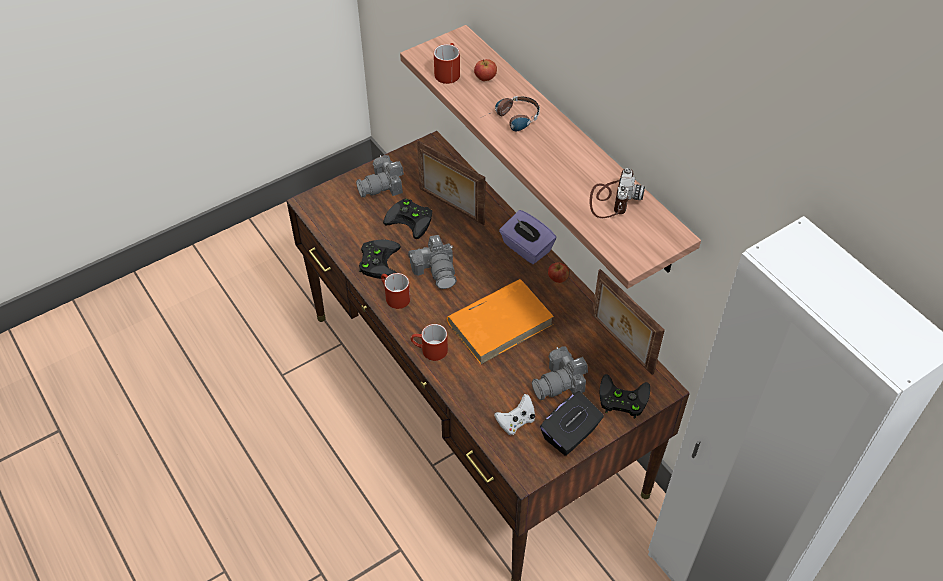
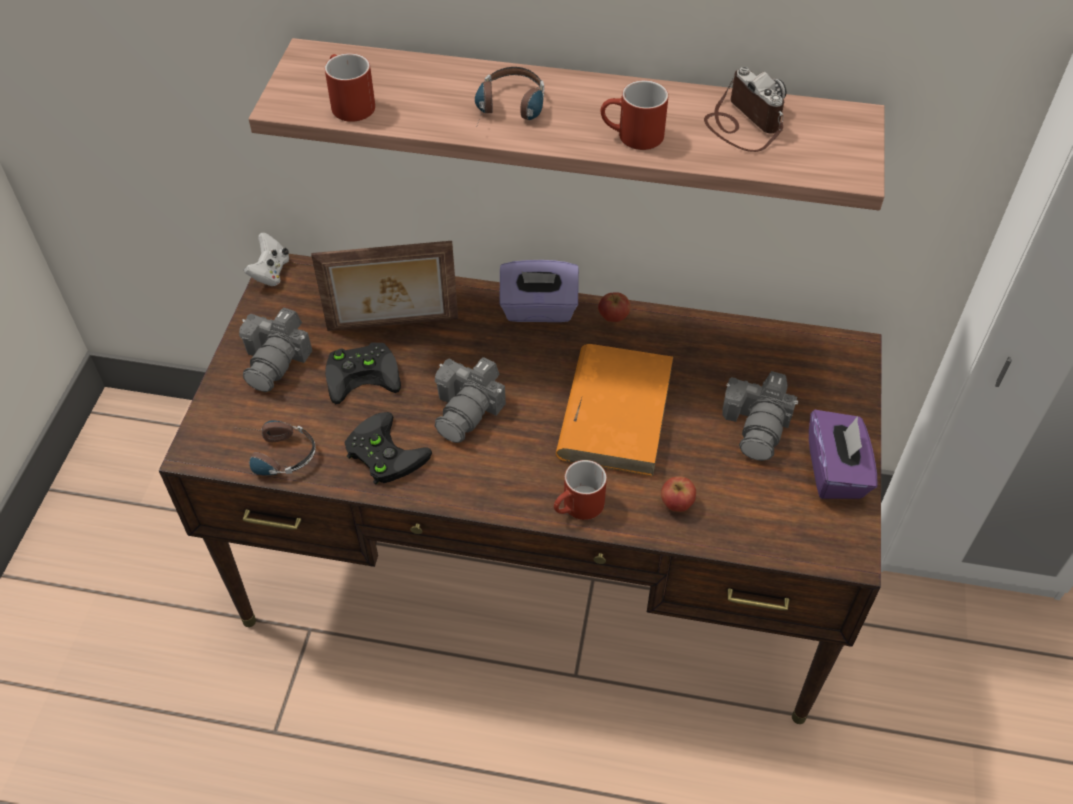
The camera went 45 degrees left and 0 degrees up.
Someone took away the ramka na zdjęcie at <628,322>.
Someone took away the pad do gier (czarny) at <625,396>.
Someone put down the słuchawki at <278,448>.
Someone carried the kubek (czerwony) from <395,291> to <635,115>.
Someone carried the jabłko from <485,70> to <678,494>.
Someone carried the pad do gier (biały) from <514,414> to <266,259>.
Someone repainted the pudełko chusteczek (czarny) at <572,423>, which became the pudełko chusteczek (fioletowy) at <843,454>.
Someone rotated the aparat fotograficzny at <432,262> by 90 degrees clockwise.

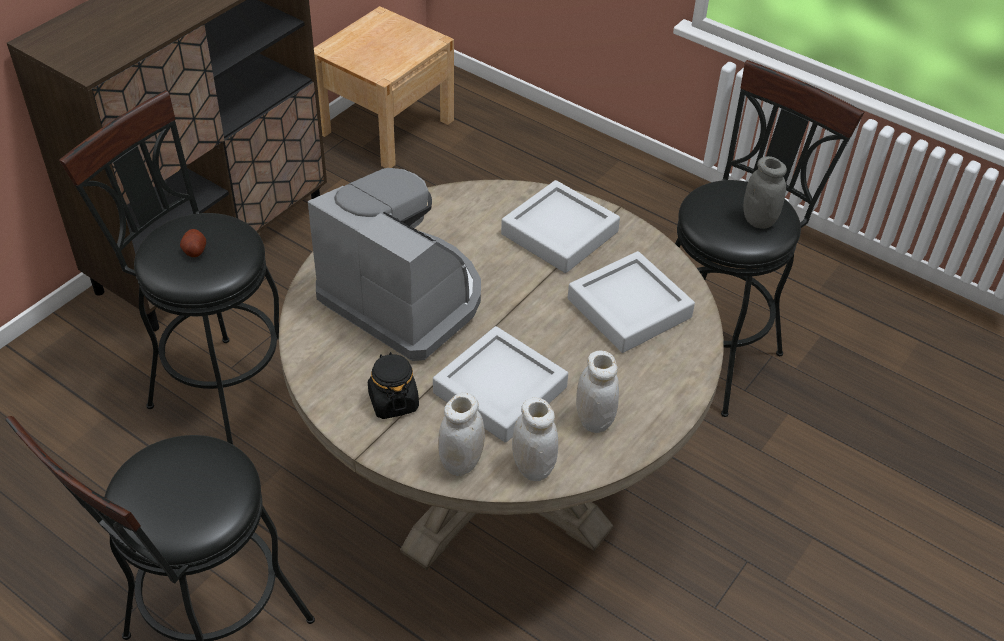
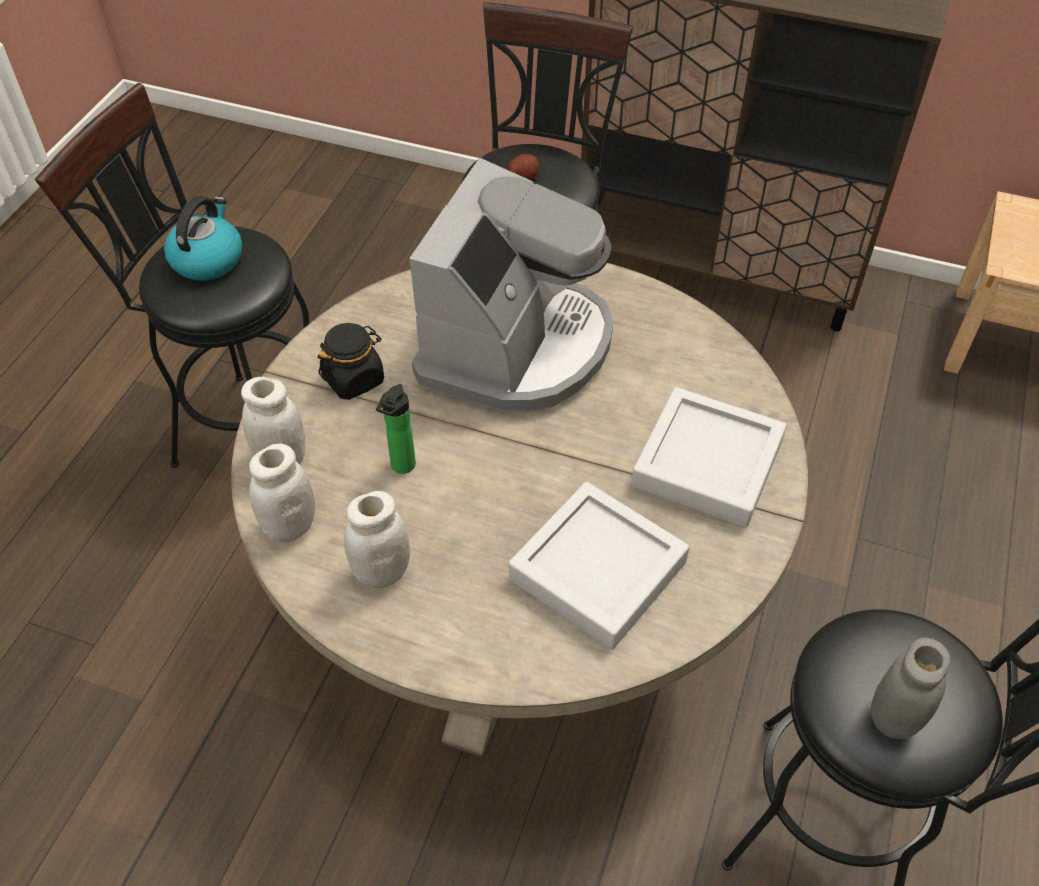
The camera went 75 degrees right and 5 degrees up.
Someone put down the czajnik at <203,238>.
Someone swapped the taca (szary) at <500,384> for the butelka at <396,429>.

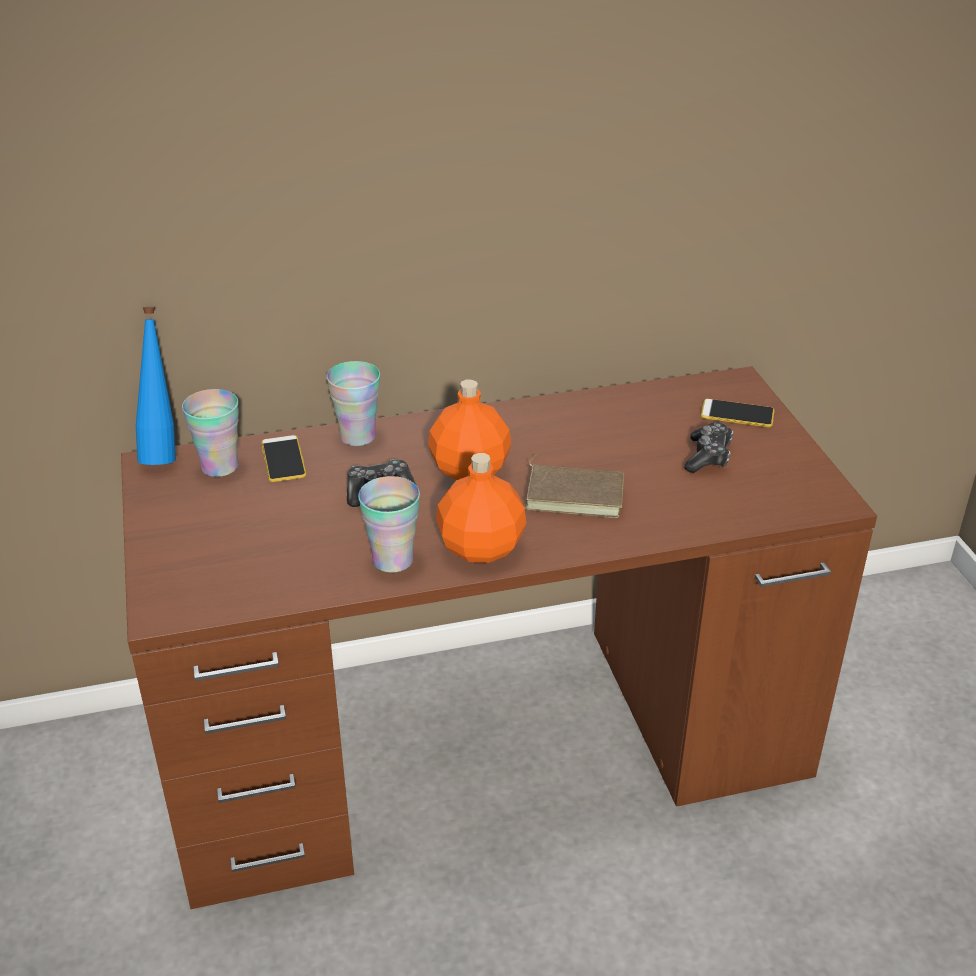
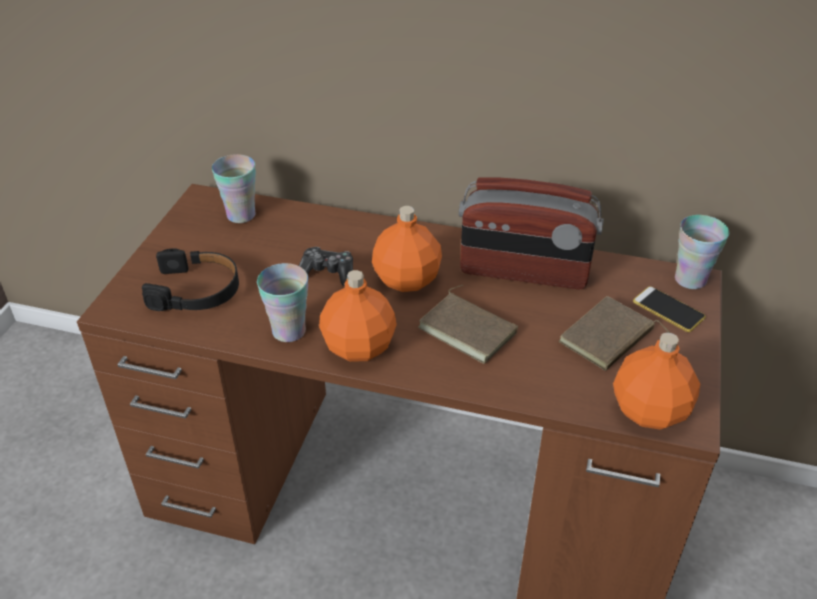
The camera went 30 degrees right and 5 degrees up.
Someone took away the butelka (niebieski) at <156,386>.
Someone took away the telefon at <284,458>.
Someone put down the słuchawki (czarny) at <190,279>.
Someone put down the radio at <531,233>.
Someone put down the butelka (pomarańczowy) at <656,381>.
Someone carried the filiżanka from <353,403> to <702,252>.
Someone swapped the pad do gier at <709,447> for the książka (brązowy) at <614,333>.

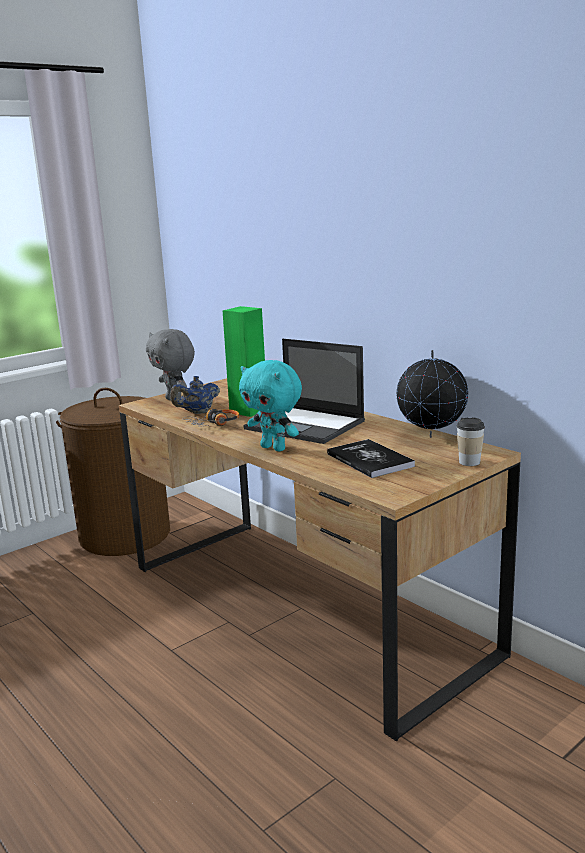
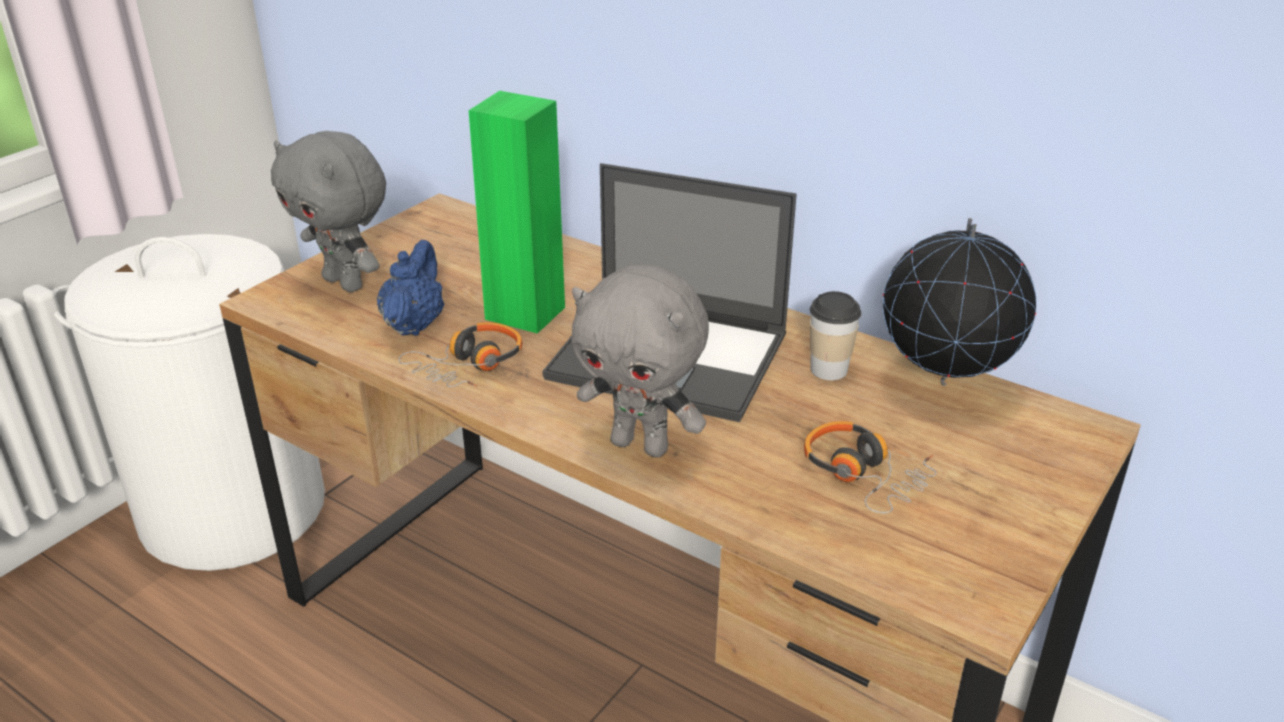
The camera went 15 degrees left and 15 degrees up.
Someone carried the filiżanka from <470,441> to <835,335>.
Someone swapped the książka at <371,458> for the słuchawki at <870,467>.
Someone repainted the kosz na pranie (brązowy) at <113,472>, which became the kosz na pranie (biały) at <188,402>.
Someone repainted the pluszak (turkusowy) at <270,405>, which became the pluszak (szary) at <640,361>.
Someone rotated the imbryk (niebieski) at <195,395> by 150 degrees clockwise.

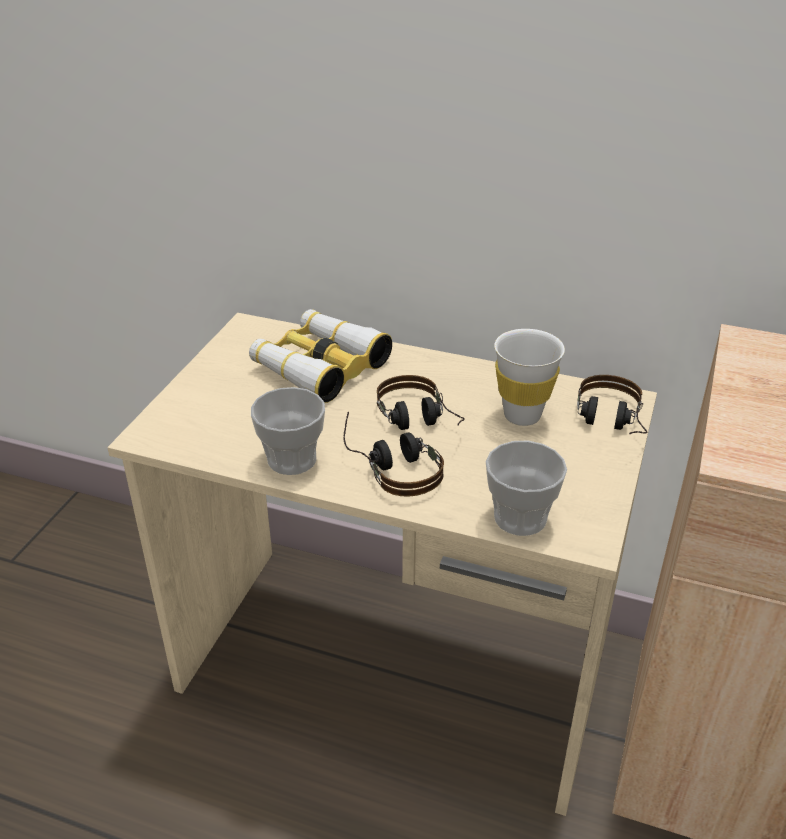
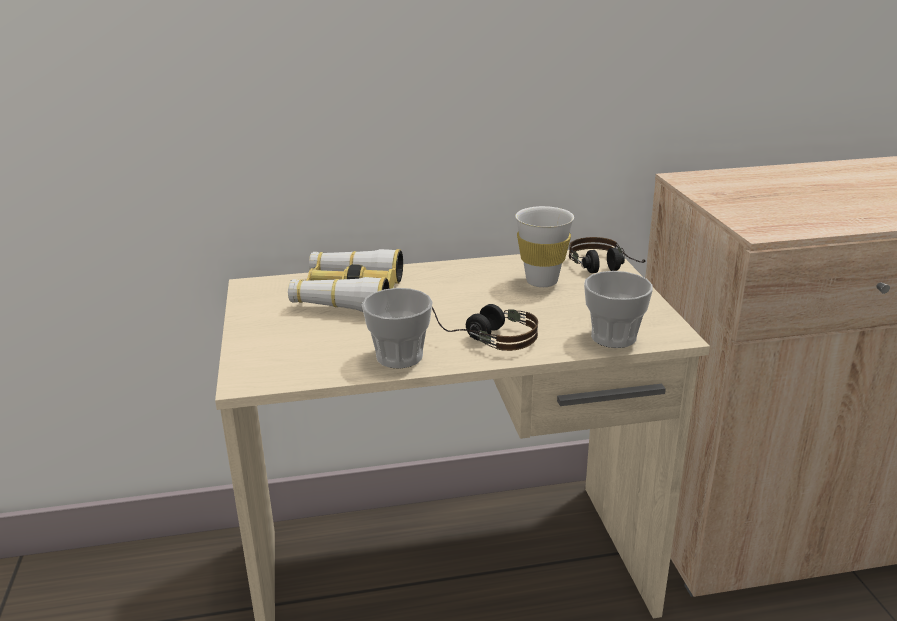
The camera went 30 degrees left and 10 degrees down.
Someone took away the słuchawki at <421,402>.

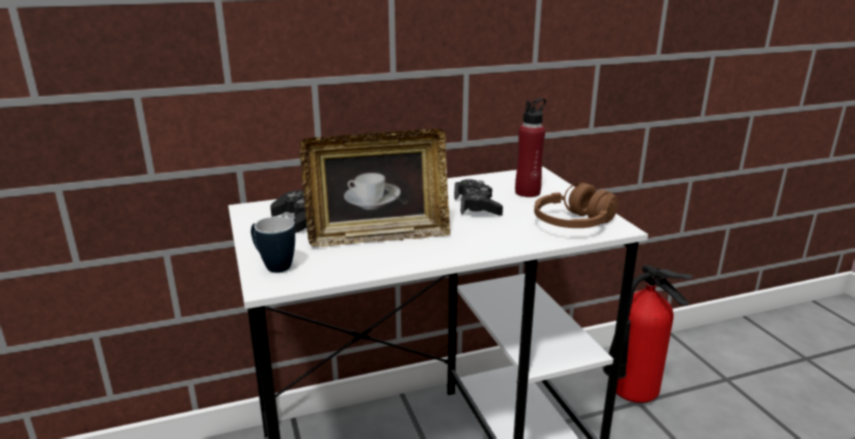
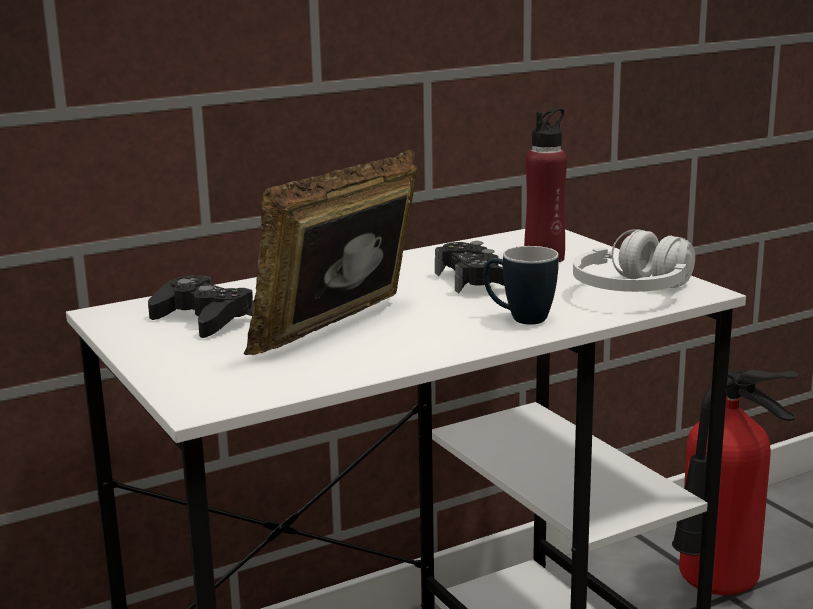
The camera went 10 degrees left and 5 degrees down.
Someone carried the kubek from <273,244> to <521,285>.
Someone repainted the słuchawki (brązowy) at <576,205>, which became the słuchawki (biały) at <634,260>.
Someone rotated the ramka na zdjęcie at <375,188> by 150 degrees clockwise.

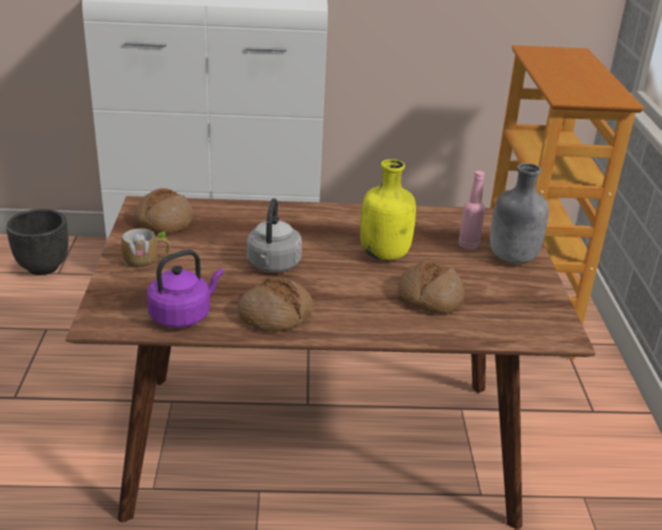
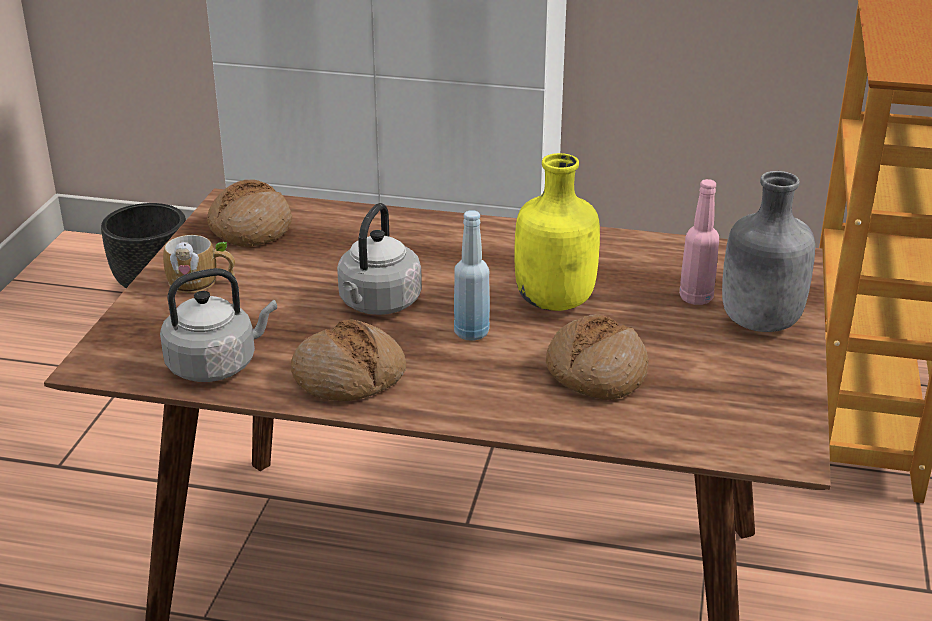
The camera went 15 degrees right and 0 degrees up.
Someone put down the butelka (niebieski) at <472,275>.
Someone repainted the czajnik (fioletowy) at <185,289>, which became the czajnik (szary) at <218,325>.

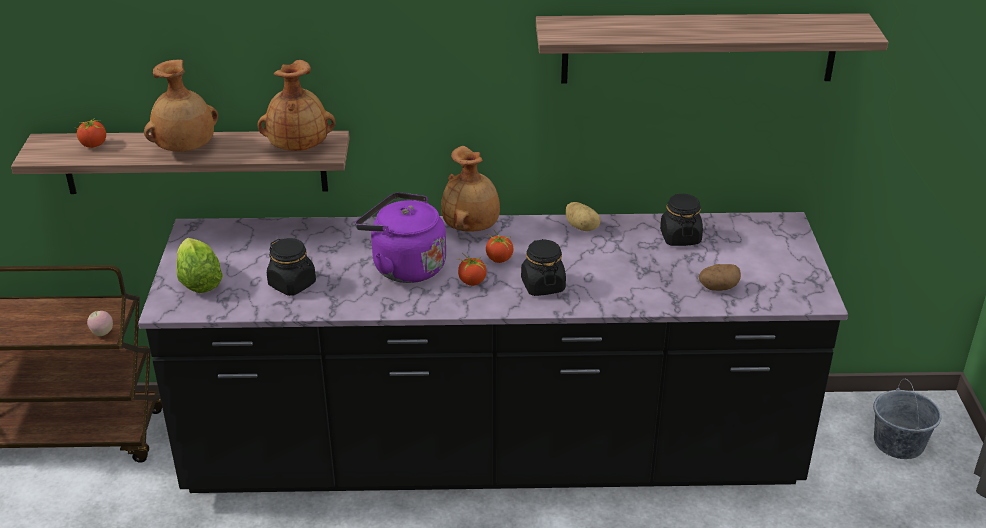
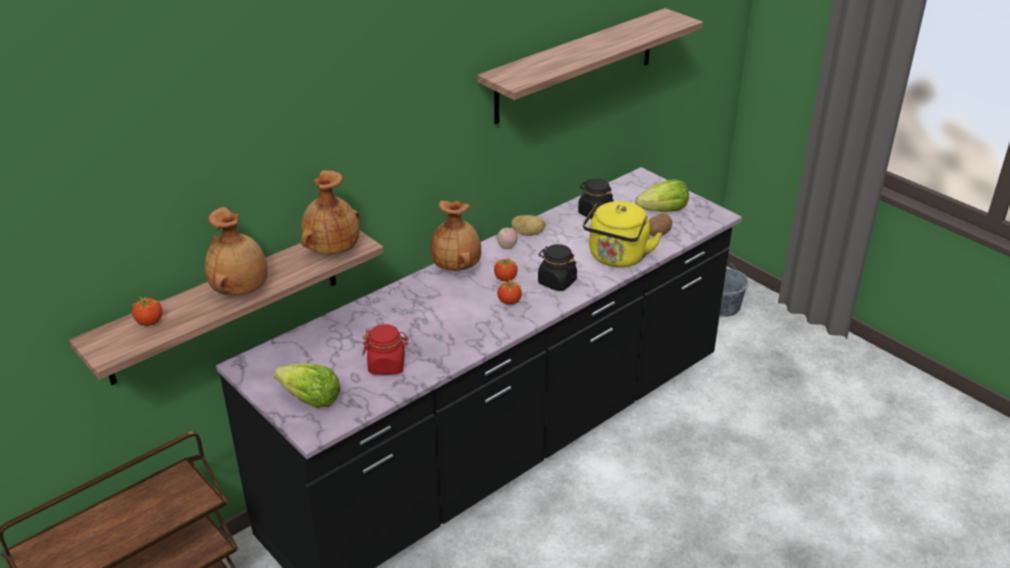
The camera went 40 degrees left and 0 degrees up.
Someone took away the czajnik (fioletowy) at <400,237>.
Someone put down the czajnik (żółty) at <622,234>.
Someone put down the sałata at <662,195>.
Someone carried the jabłko from <100,323> to <507,238>.
Someone repainted the słoik (czarny) at <291,267>, which became the słoik (czerwony) at <386,349>.

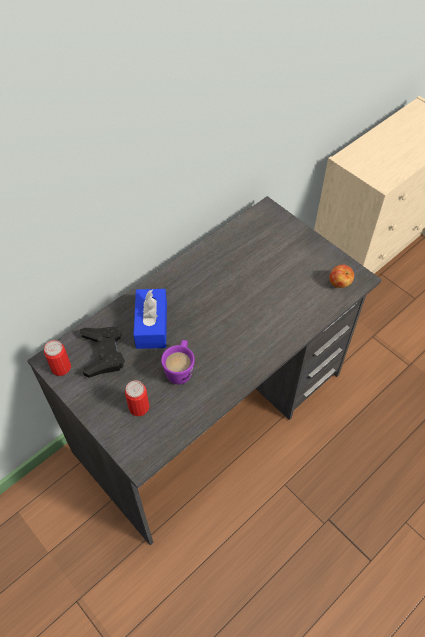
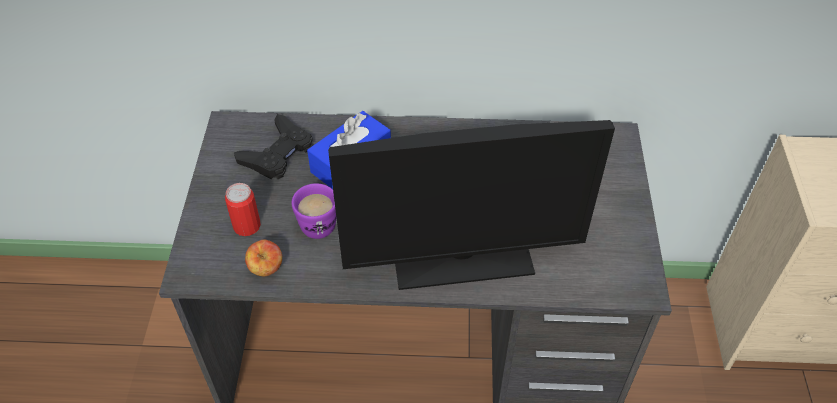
The camera went 45 degrees right and 5 degrees down.
Someone took away the puszka at <57,358>.
Someone put down the monitor at <471,205>.
Someone carried the jabłko from <342,276> to <263,258>.

